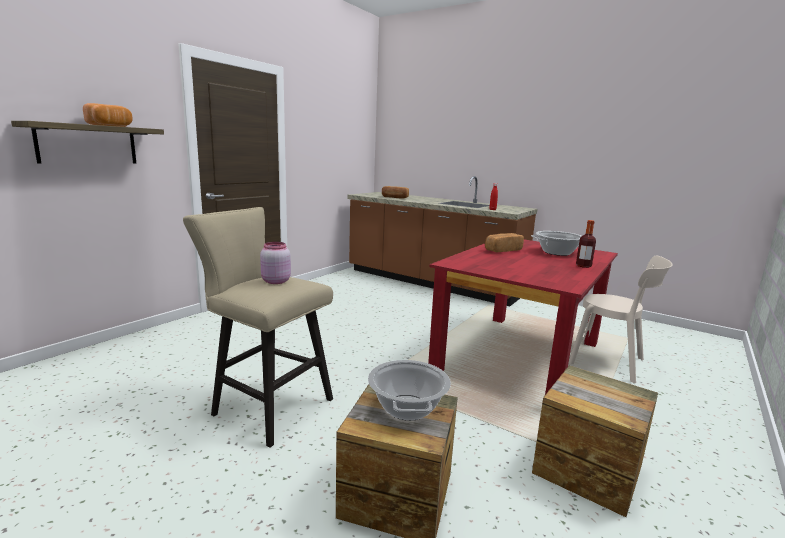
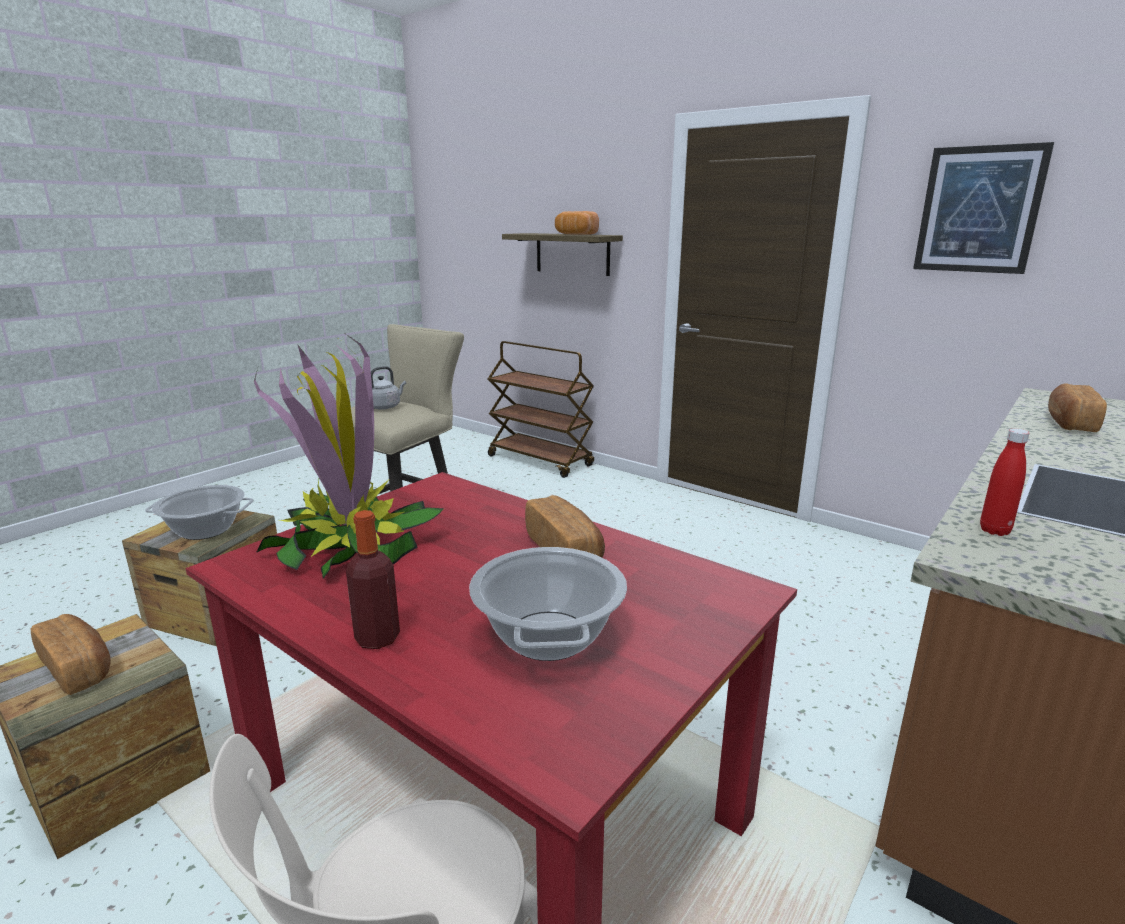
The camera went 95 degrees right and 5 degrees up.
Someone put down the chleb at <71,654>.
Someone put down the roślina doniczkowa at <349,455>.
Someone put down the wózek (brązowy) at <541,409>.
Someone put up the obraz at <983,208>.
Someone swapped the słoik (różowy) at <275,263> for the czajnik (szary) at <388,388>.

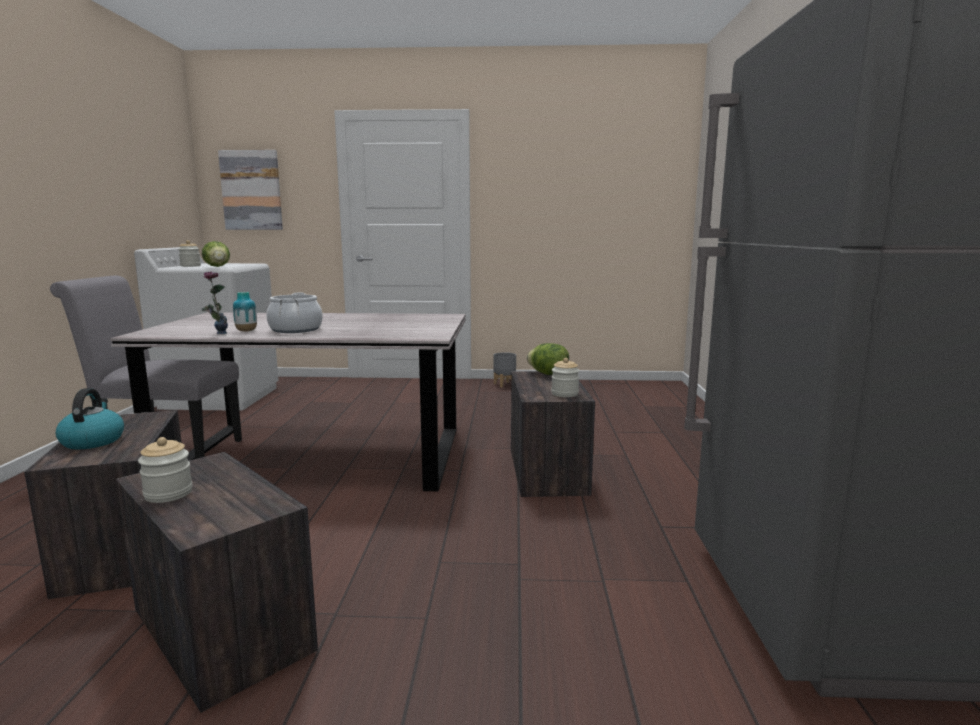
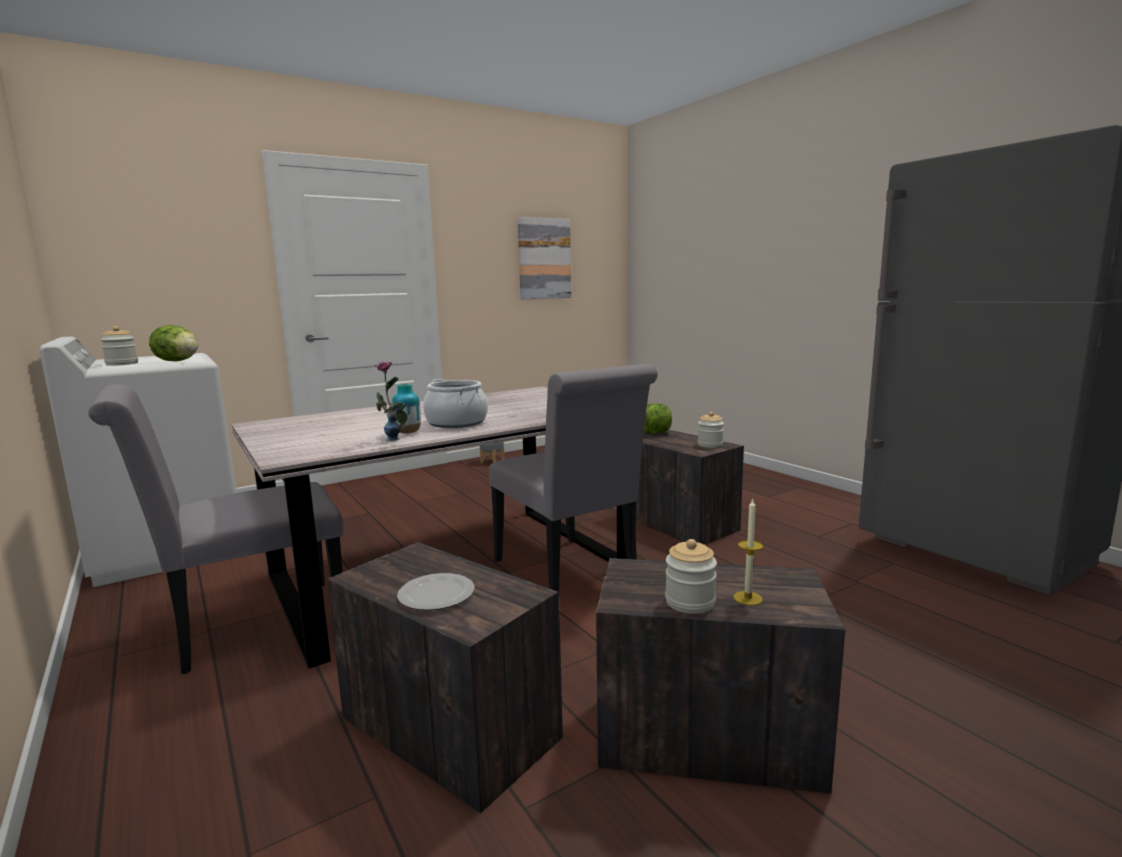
The camera went 35 degrees left and 0 degrees up.
Someone put down the krzesło (szary) at <573,478>.
Someone put down the świeca at <748,552>.
Someone carried the obraz from <250,190> to <545,258>.
Someone swapped the czajnik at <90,418> for the talerz at <436,591>.

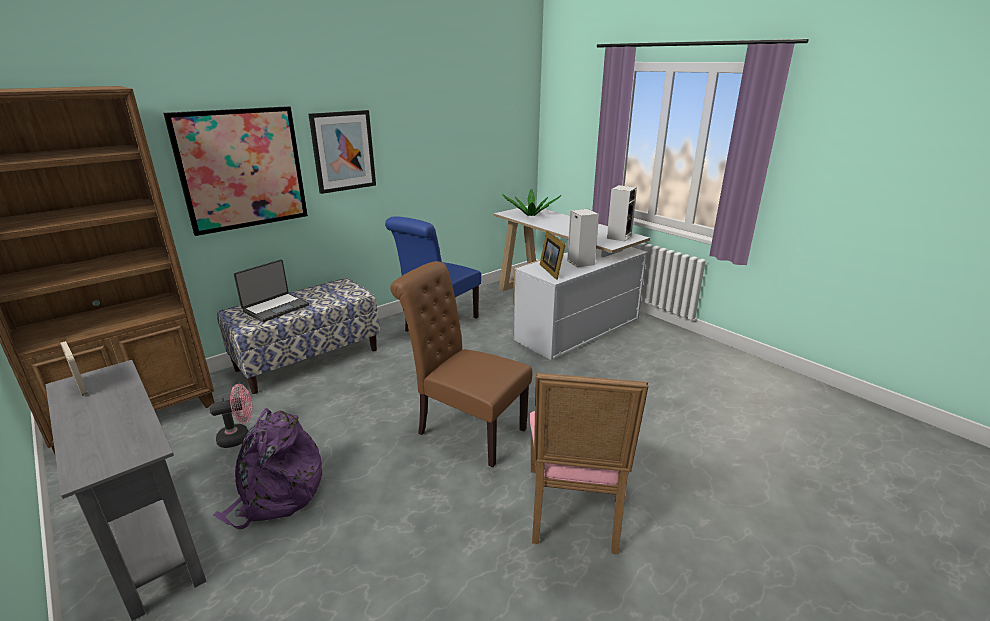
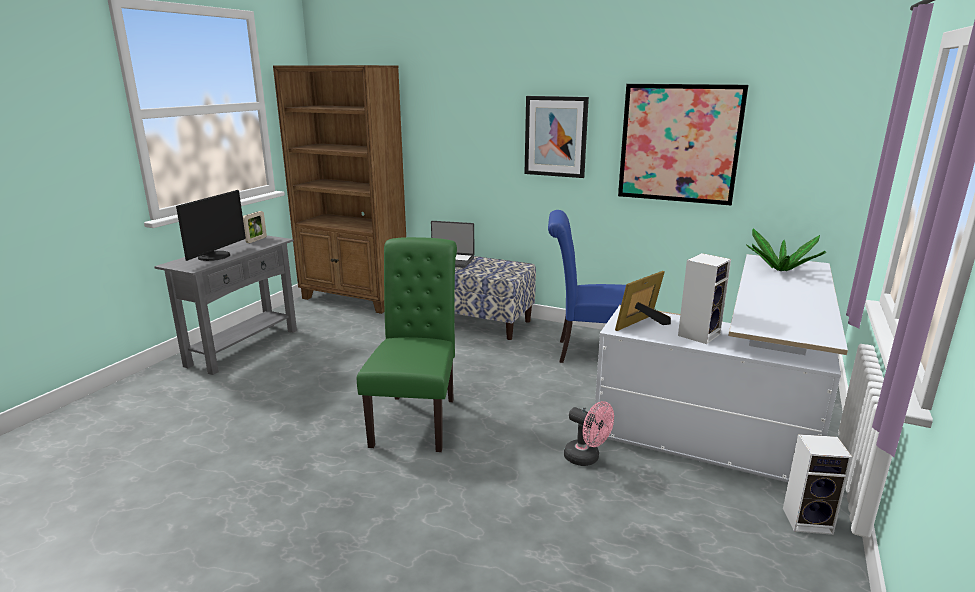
The camera went 65 degrees right and 5 degrees down.
Someone took away the plecak (fioletowy) at <267,469>.
Someone took away the krzesło (różowy) at <589,463>.
Someone put down the monitor at <211,225>.
Someone carried the obraz from <235,171> to <683,144>.
Someone carried the wentylator (różowy) from <231,416> to <589,433>.
Someone carried the głośnik from <622,213> to <817,484>.
Someone repainted the krzesło (brązowy) at <461,364>, which became the krzesło (zielony) at <407,344>.

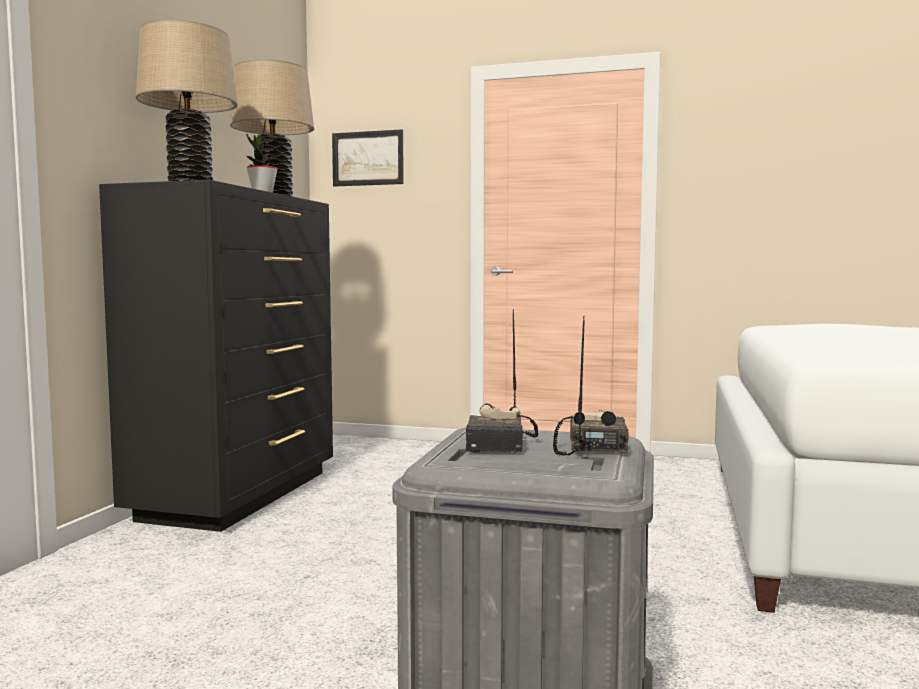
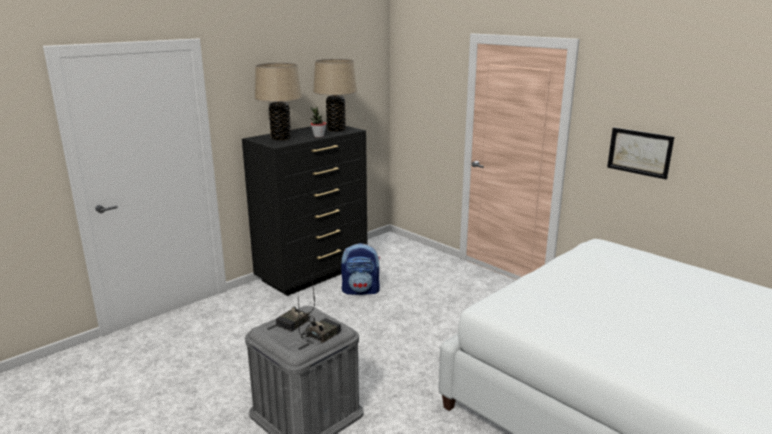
The camera went 30 degrees right and 15 degrees up.
Someone put down the plecak at <360,269>.
Someone carried the obraz from <368,157> to <640,153>.

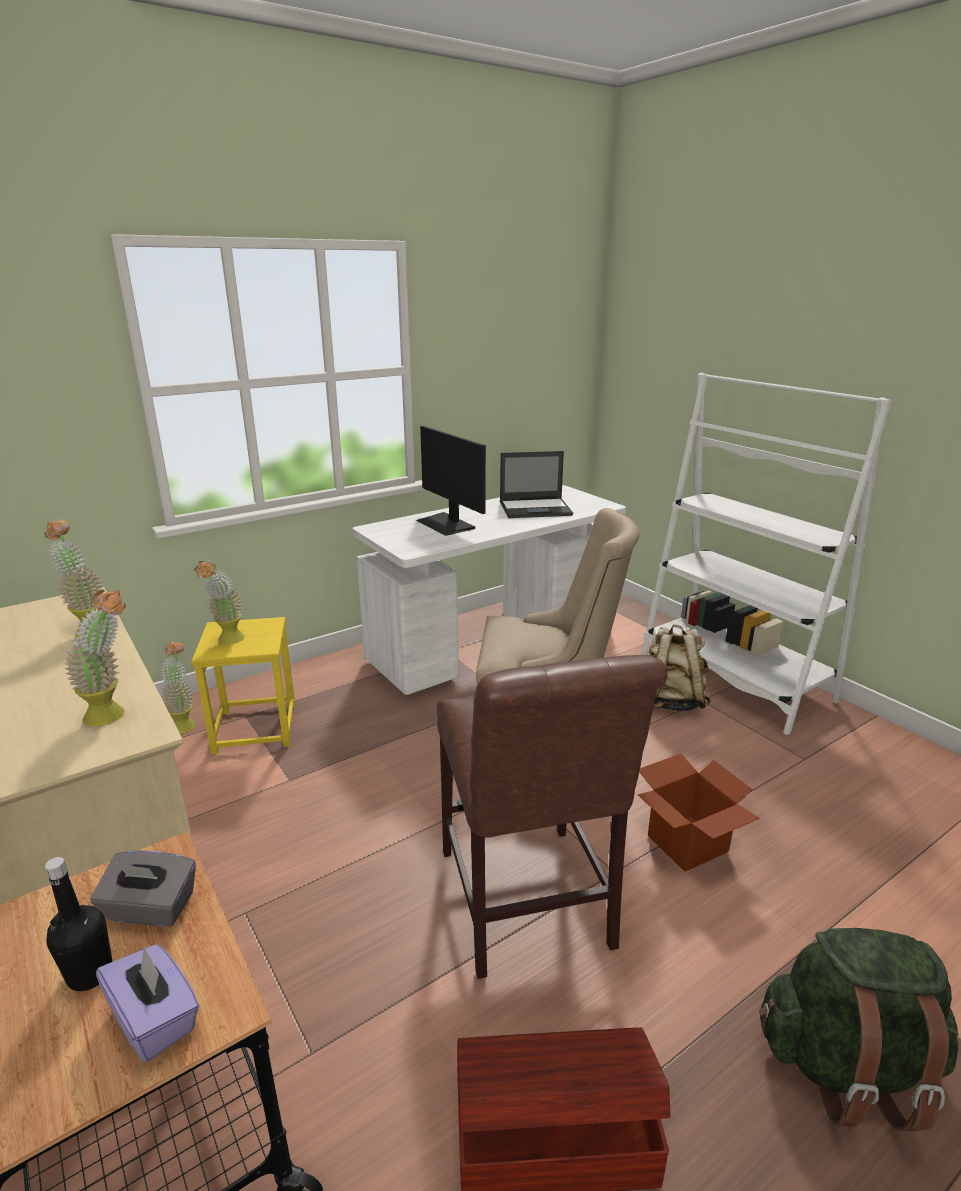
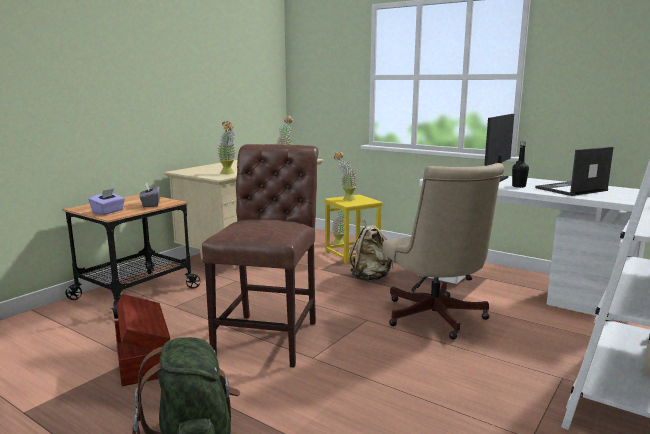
The camera went 70 degrees right and 10 degrees down.
Someone took away the karton at <699,812>.
Someone carried the butelka (czarny) from <78,924> to <520,164>.
Someone carried the plecak (beżowy) from <678,668> to <371,250>.
Someone rotated the krzesło (brązowy) at <551,817> by 135 degrees clockwise.
Someone rotated the laptop at <536,484> by 90 degrees clockwise.

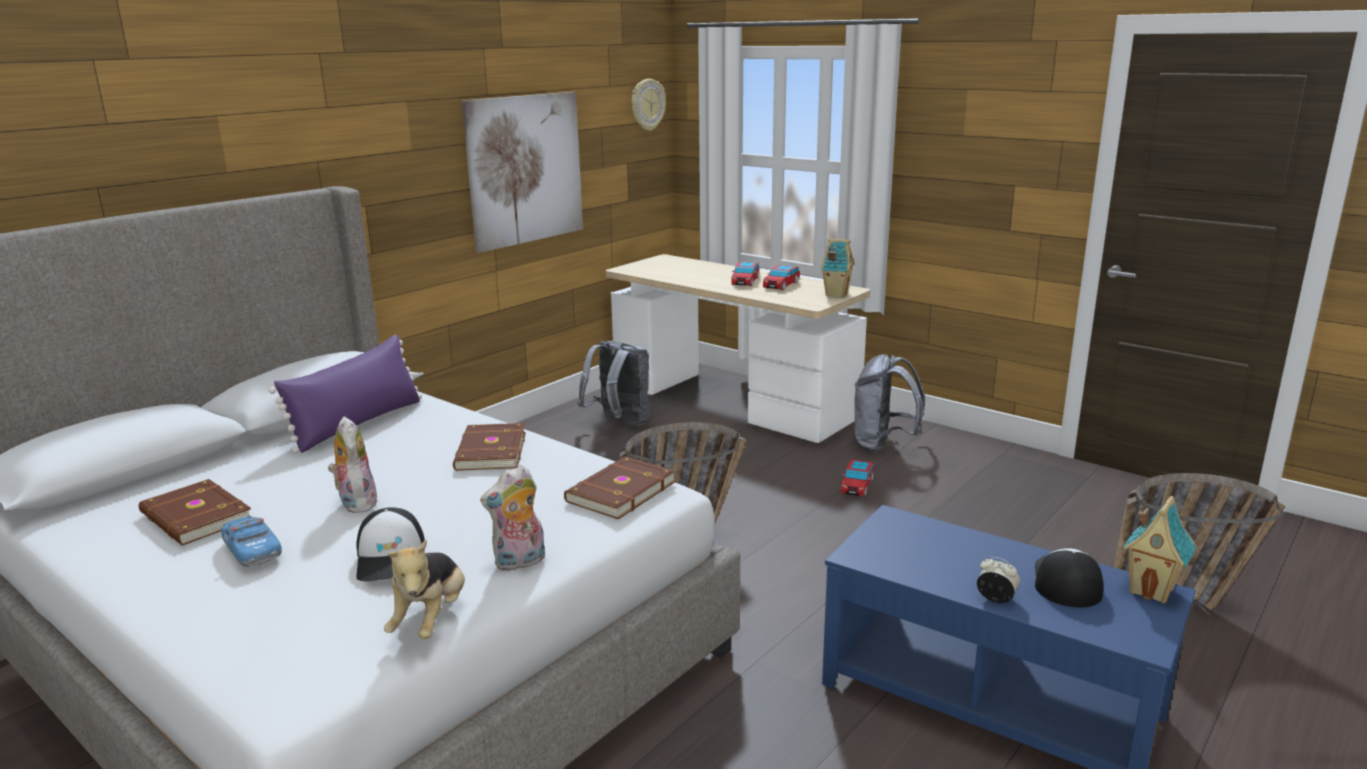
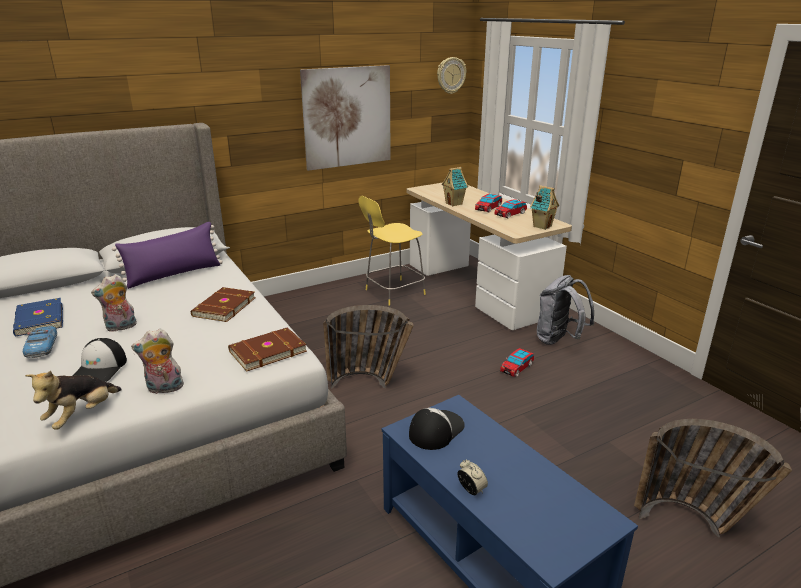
The camera went 20 degrees right and 5 degrees up.
Someone carried the czapka z daszkiem from <1069,578> to <437,429>.
Someone carried the domek from <1159,550> to <454,186>.
Someone swapped the plecak (szary) at <613,383> for the stołek (żółty) at <392,251>.
Someone repainted the książka (brązowy) at <195,512>, which became the książka (niebieski) at <38,317>.
Someone rotated the pluszak at <353,464> by 120 degrees counterclockwise.

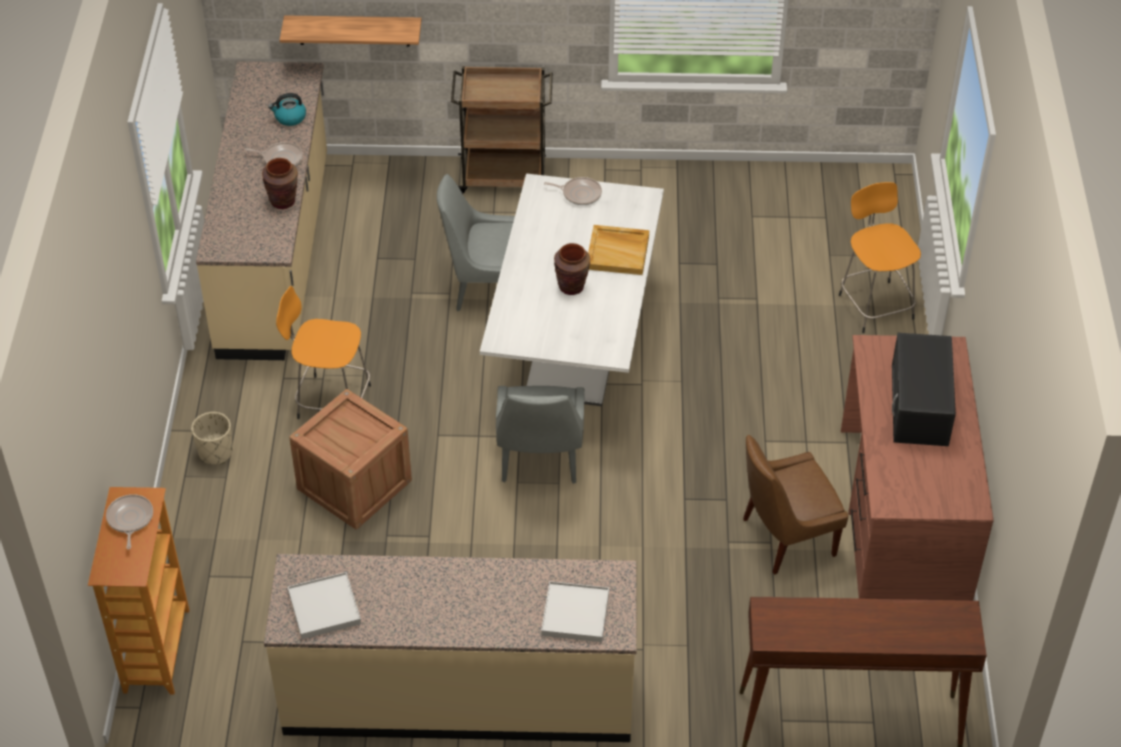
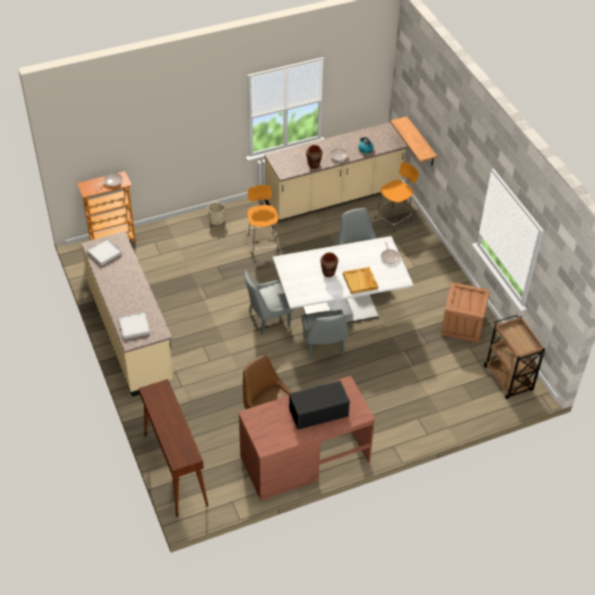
The camera went 65 degrees right and 0 degrees up.
Someone put down the krzesło (szary) at <324,335>.
Someone carried the skrzynka from <350,459> to <465,312>.
Someone carried the wózek (brązowy) from <502,130> to <514,357>.
Someone carried the stołek (pomarańczowy) from <880,257> to <397,197>.

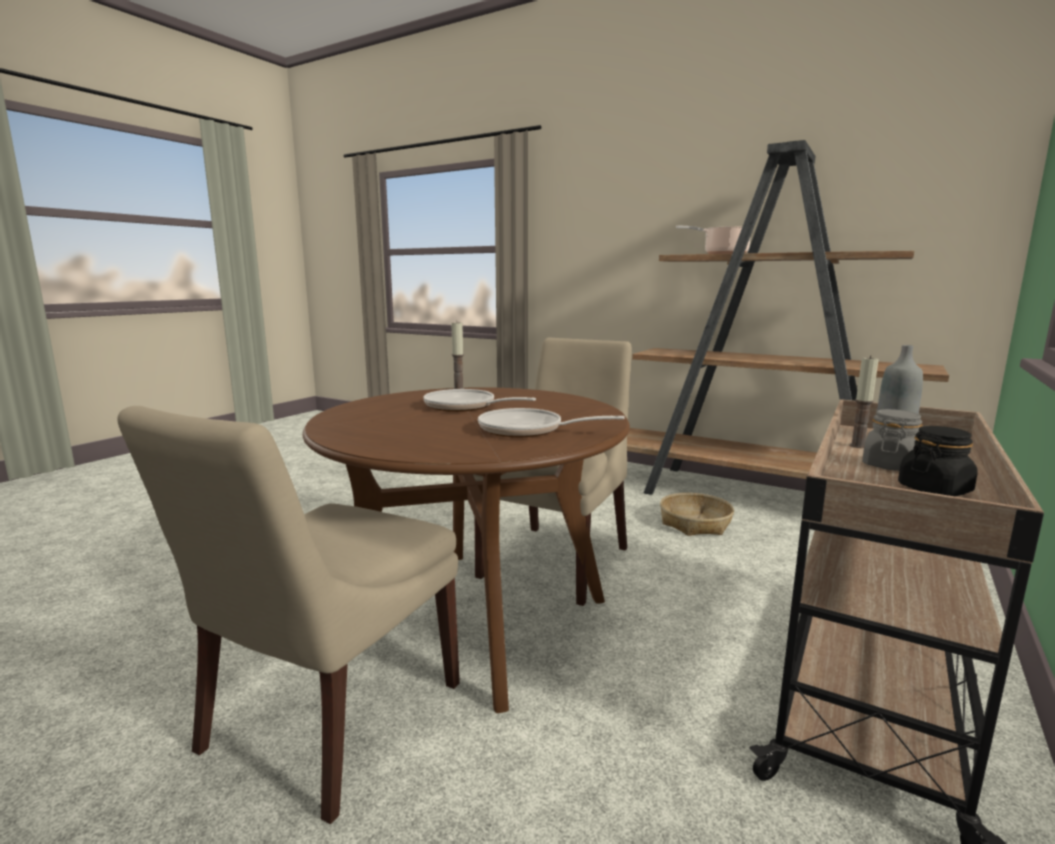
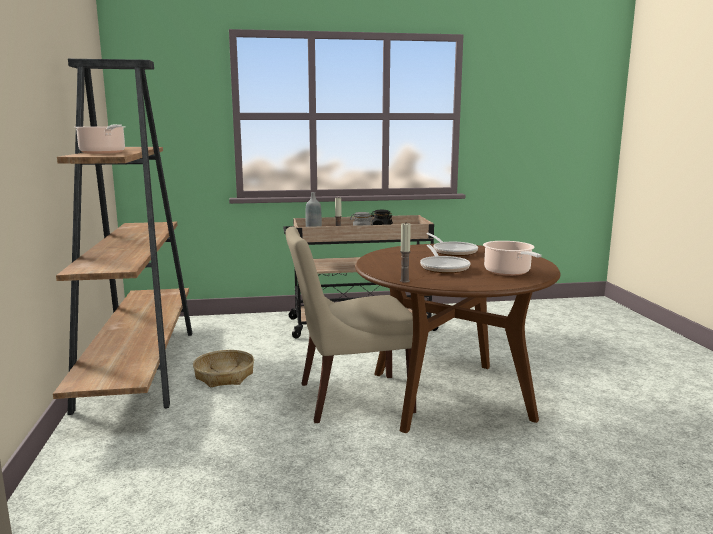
The camera went 130 degrees left and 0 degrees up.
Someone took away the krzesło (beżowy) at <288,615>.
Someone put down the garnek at <512,258>.

